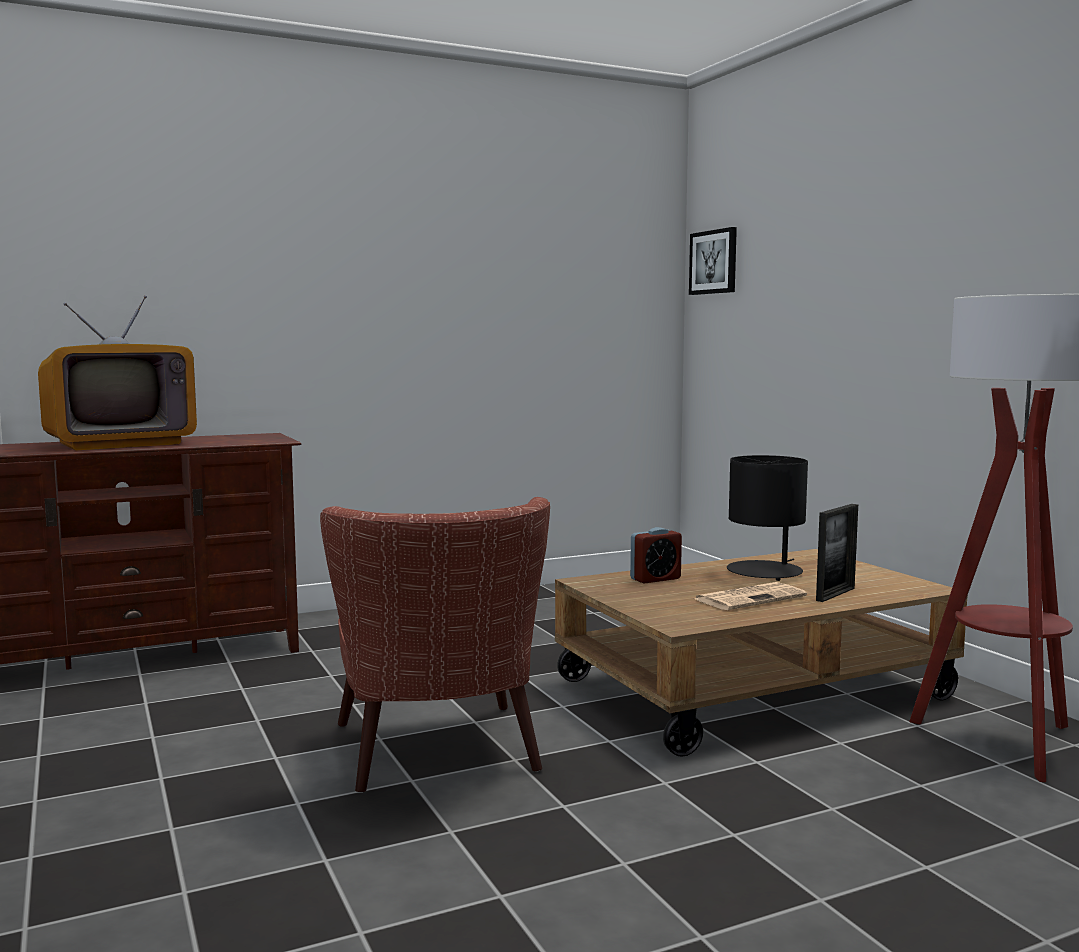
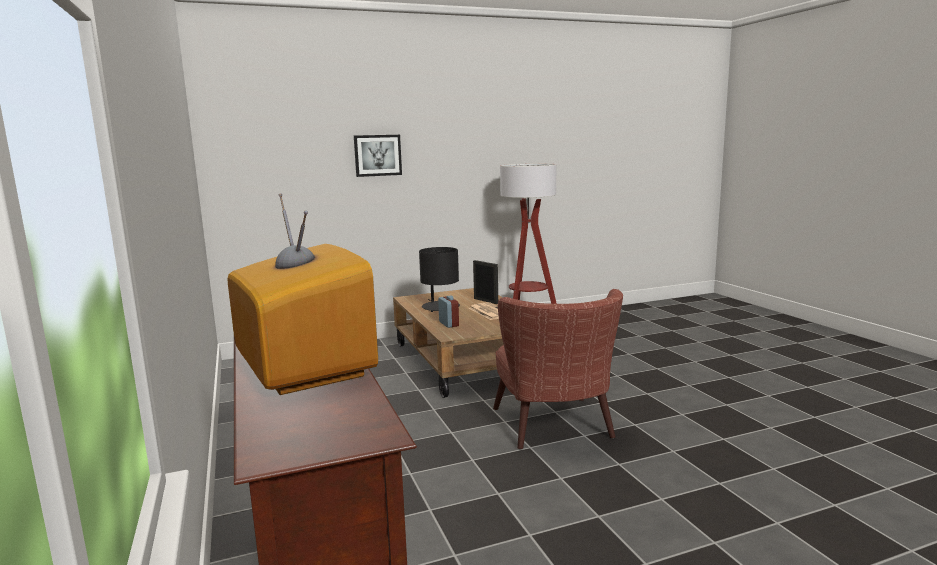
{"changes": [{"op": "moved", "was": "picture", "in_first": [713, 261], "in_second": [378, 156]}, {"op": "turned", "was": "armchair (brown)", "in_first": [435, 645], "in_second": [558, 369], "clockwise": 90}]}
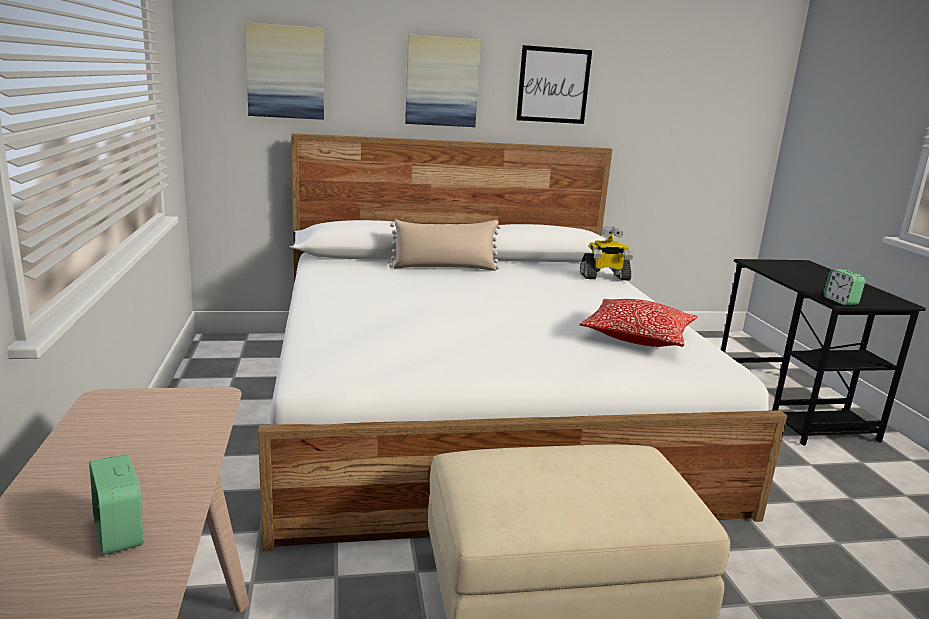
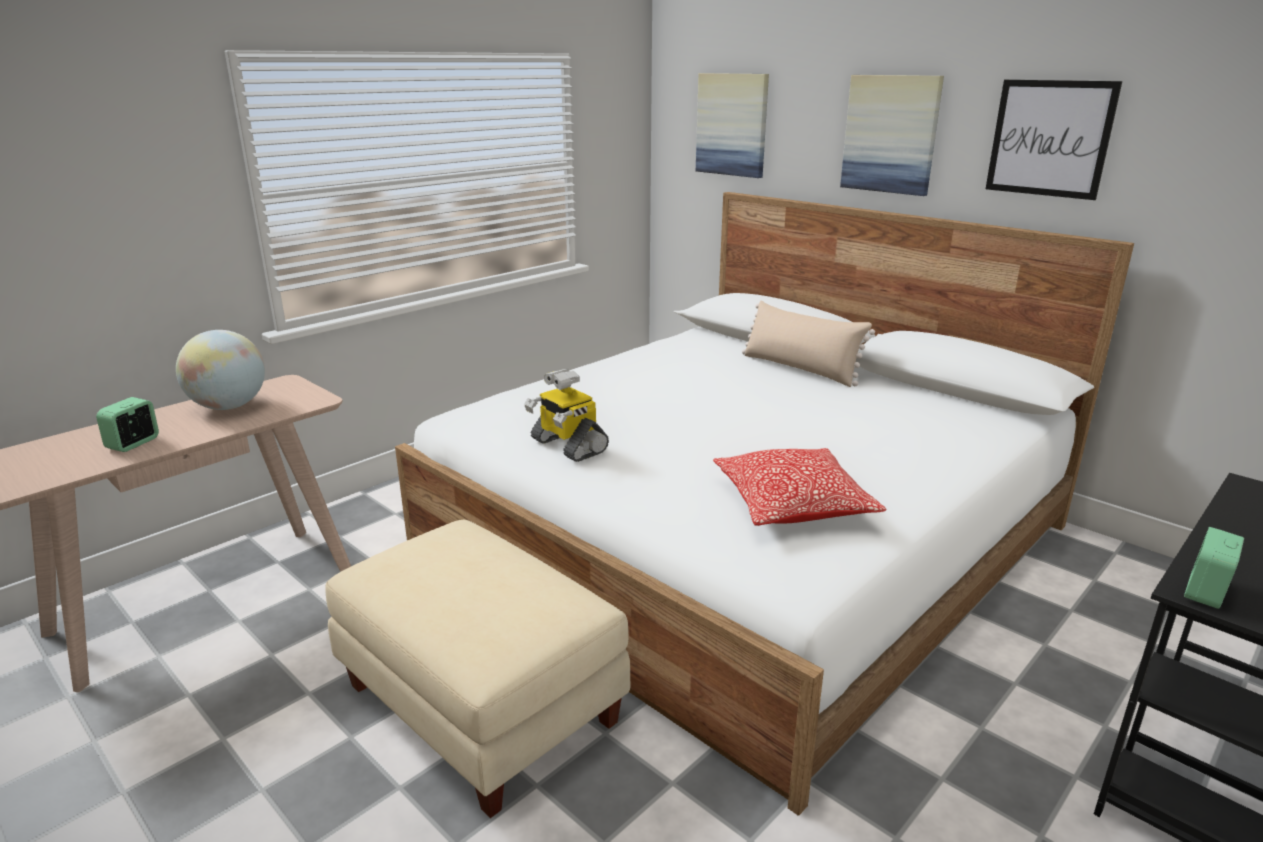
{"changes": [{"op": "added", "now": "globe", "in_second": [220, 370]}, {"op": "moved", "was": "toy robot", "in_first": [606, 253], "in_second": [566, 415]}]}
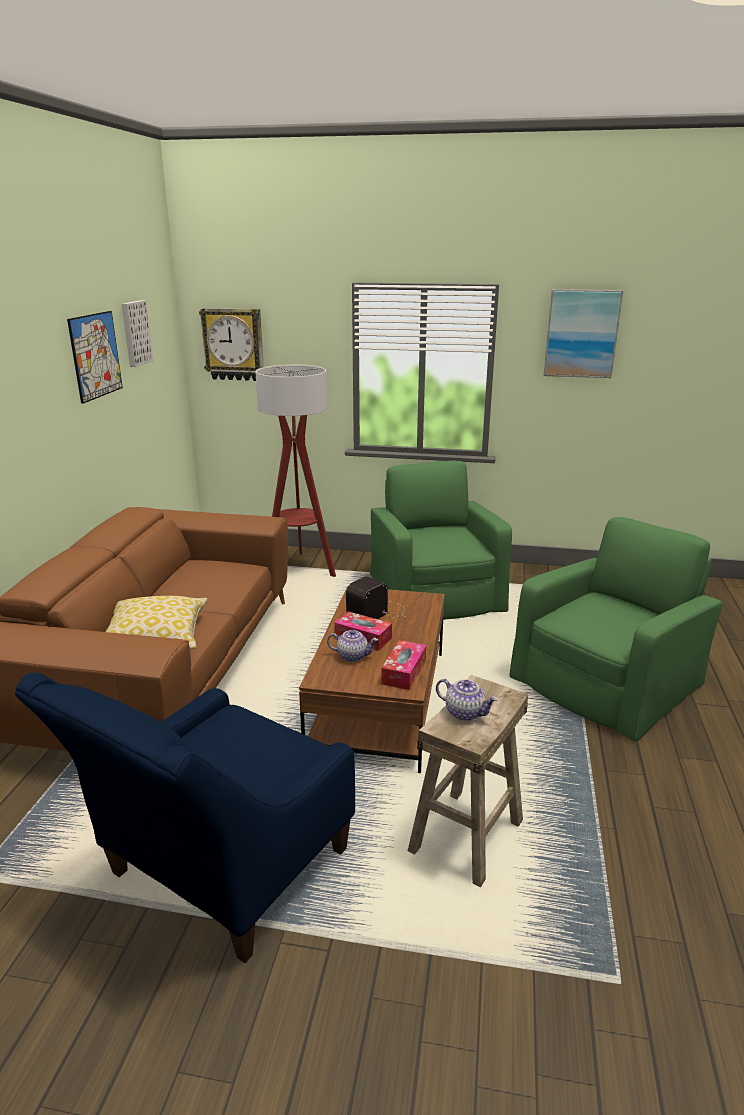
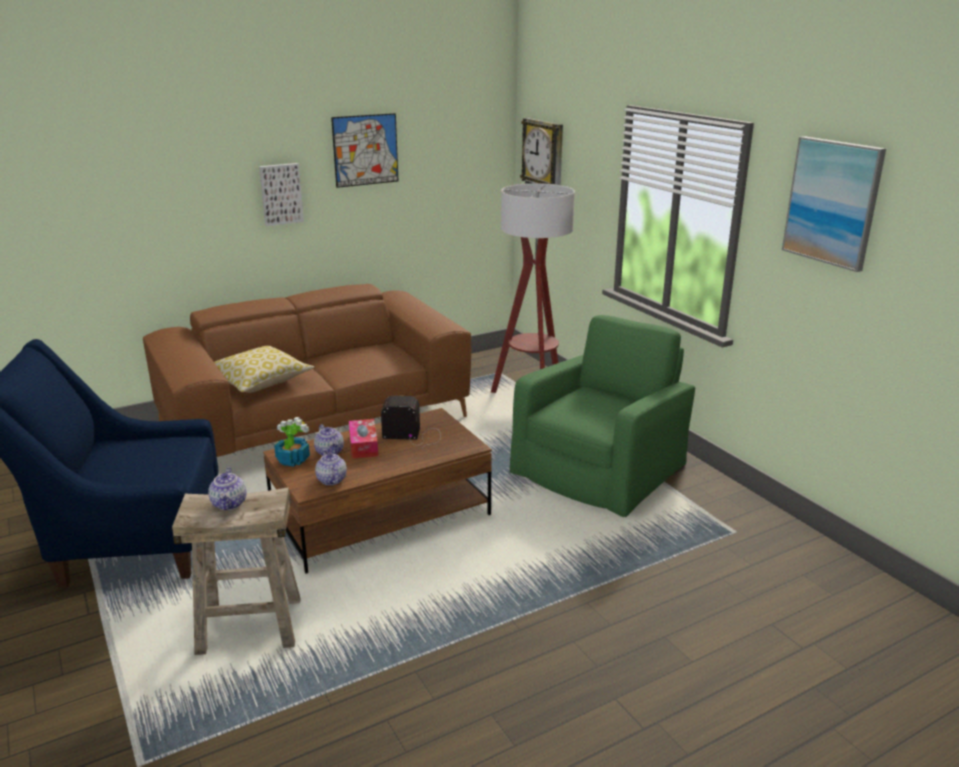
{"changes": [{"op": "removed", "was": "armchair (green)", "in_first": [615, 629]}, {"op": "added", "now": "potted plant", "in_second": [292, 442]}, {"op": "moved", "was": "picture", "in_first": [137, 333], "in_second": [281, 194]}, {"op": "replaced", "was": "tissue box", "now": "teapot", "in_first": [403, 665], "in_second": [331, 467]}]}
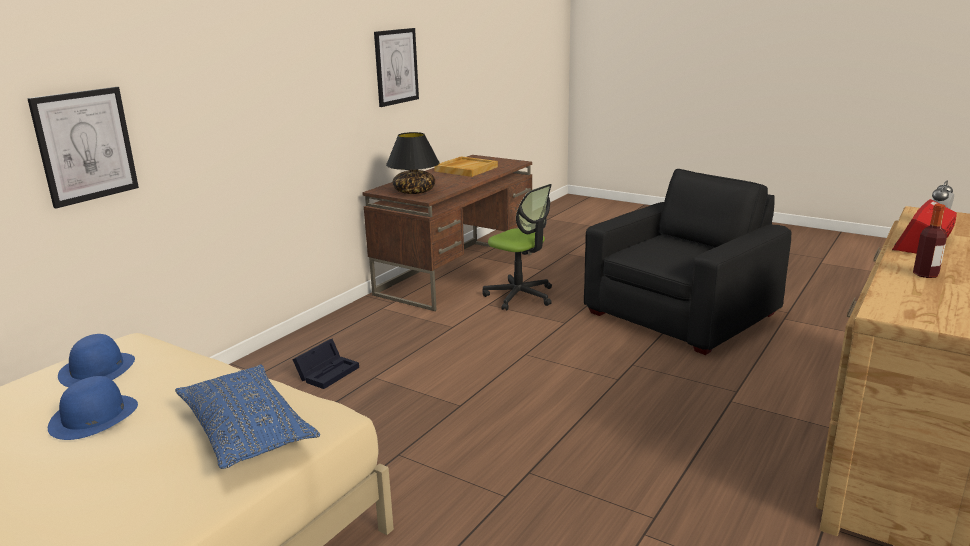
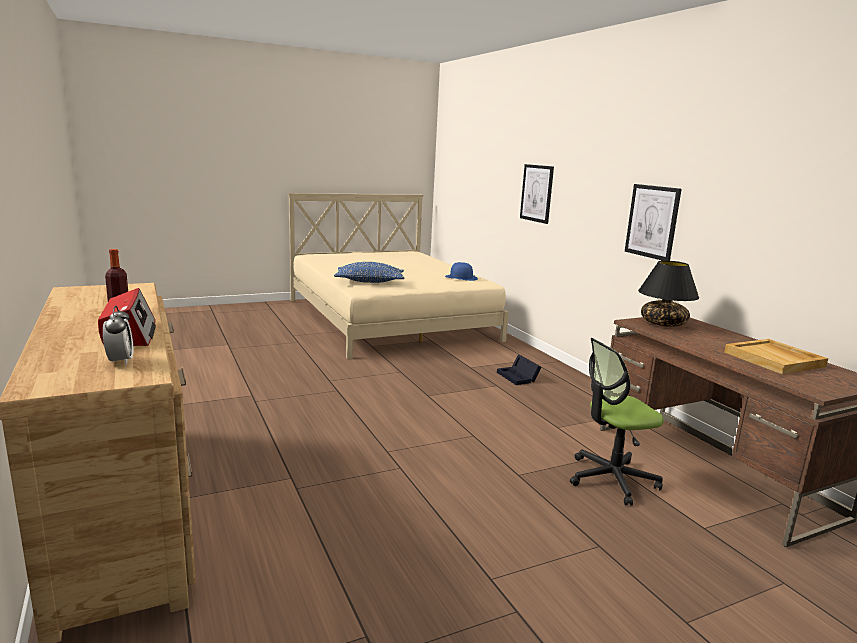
{"changes": [{"op": "removed", "was": "hat (blue)", "in_first": [93, 408]}, {"op": "removed", "was": "armchair (black)", "in_first": [687, 262]}, {"op": "moved", "was": "picture", "in_first": [396, 67], "in_second": [653, 222]}]}
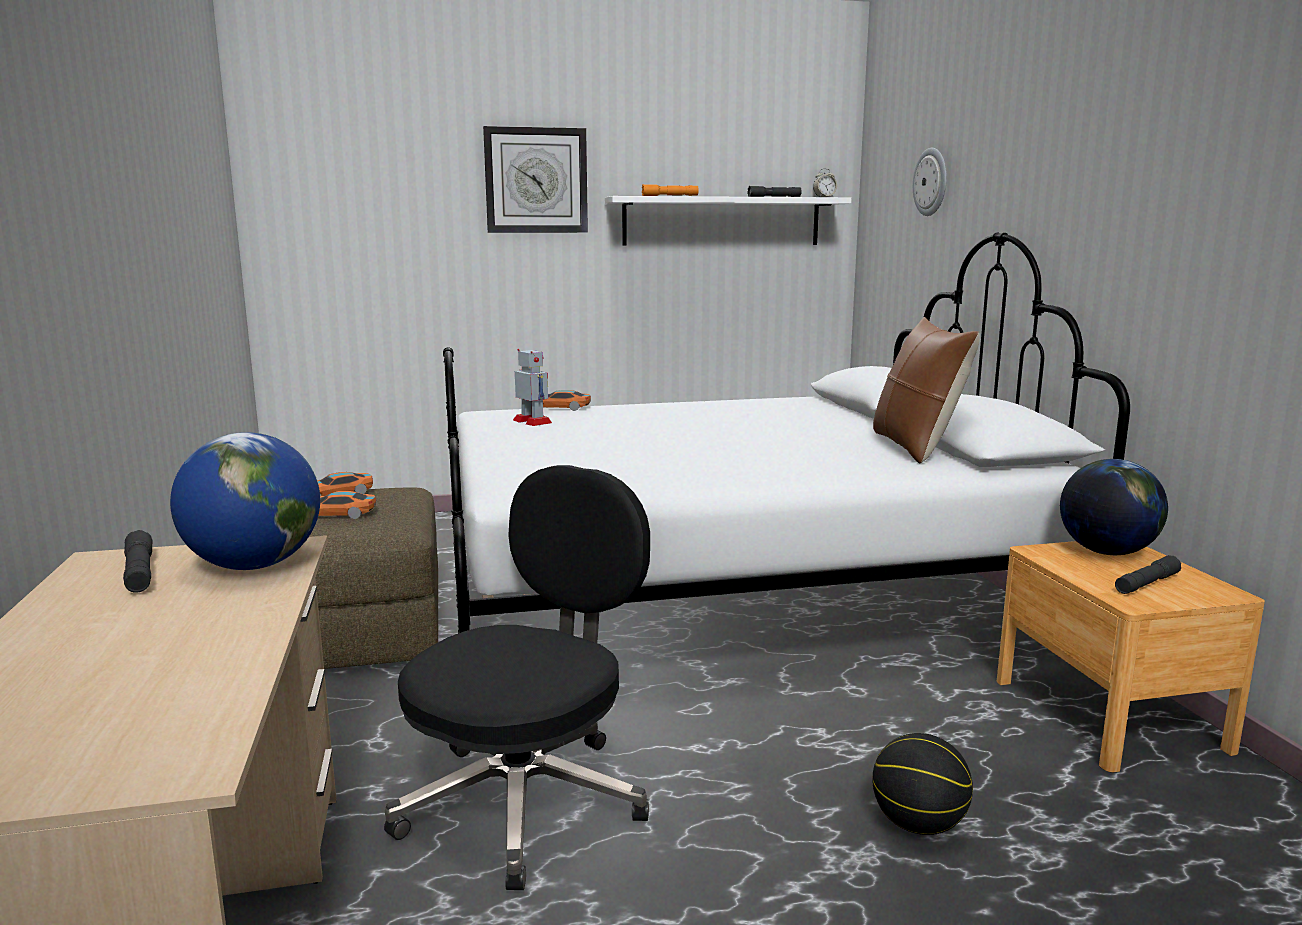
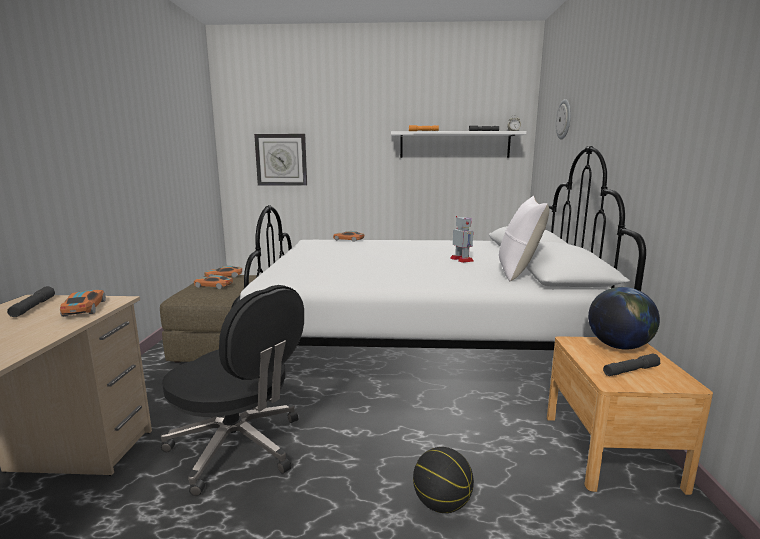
{"changes": [{"op": "moved", "was": "wall clock", "in_first": [535, 179], "in_second": [280, 160]}, {"op": "moved", "was": "toy robot", "in_first": [532, 387], "in_second": [462, 239]}, {"op": "replaced", "was": "globe", "now": "toy car", "in_first": [245, 501], "in_second": [83, 303]}, {"op": "recoloured", "was": "pillow (brown)", "now": "pillow (white)", "in_first": [926, 390], "in_second": [524, 238]}, {"op": "turned", "was": "office chair (black)", "in_first": [517, 677], "in_second": [232, 390], "clockwise": 75}]}
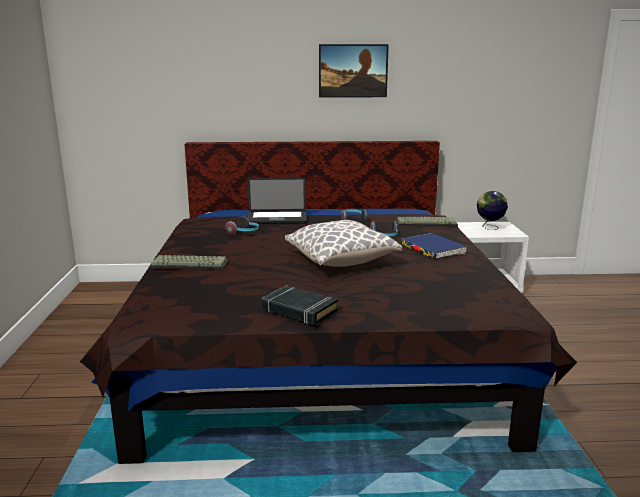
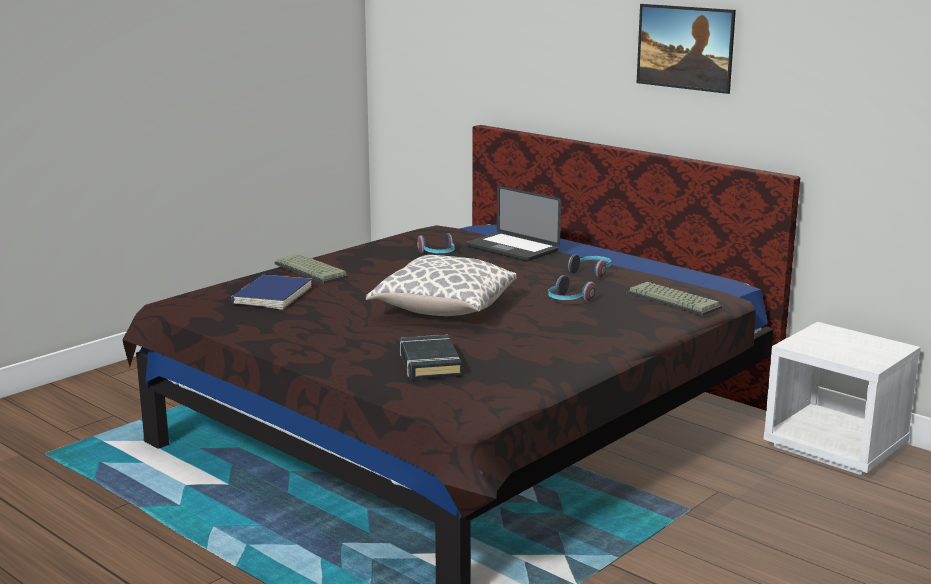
{"changes": [{"op": "removed", "was": "globe", "in_first": [492, 210]}, {"op": "moved", "was": "book (black)", "in_first": [299, 305], "in_second": [430, 357]}, {"op": "moved", "was": "book (blue)", "in_first": [434, 246], "in_second": [271, 292]}]}
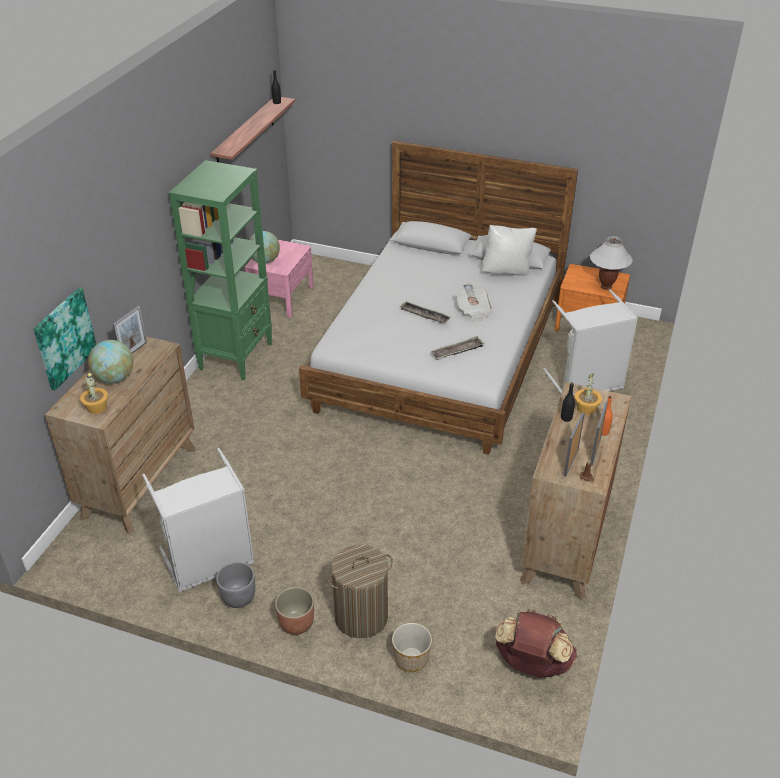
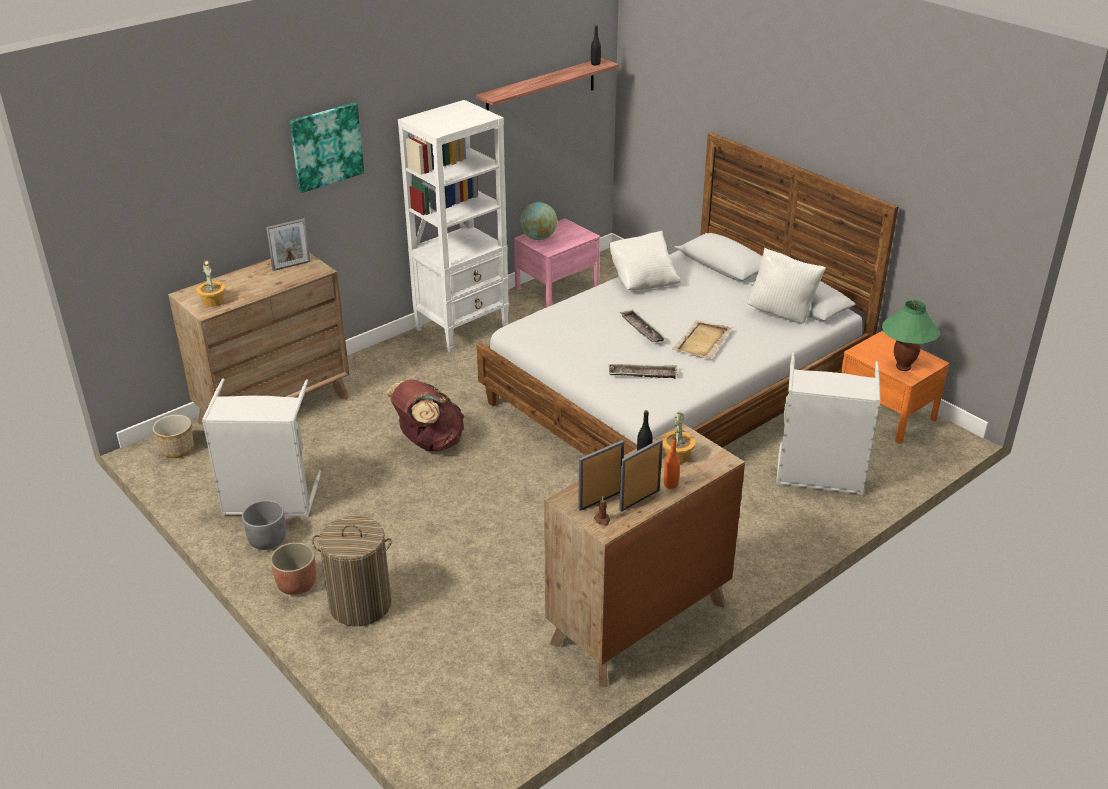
{"changes": [{"op": "removed", "was": "globe", "in_first": [111, 362]}, {"op": "added", "now": "pillow (white)", "in_second": [645, 261]}, {"op": "moved", "was": "picture", "in_first": [64, 339], "in_second": [327, 148]}, {"op": "moved", "was": "planter", "in_first": [412, 647], "in_second": [173, 436]}, {"op": "moved", "was": "backpack (brown)", "in_first": [536, 643], "in_second": [425, 415]}, {"op": "replaced", "was": "newspaper", "now": "tray (beige)", "in_first": [474, 302], "in_second": [702, 339]}, {"op": "recoloured", "was": "bookcase (green)", "now": "bookcase (white)", "in_first": [220, 270], "in_second": [453, 226]}, {"op": "recoloured", "was": "table lamp (white)", "now": "table lamp (green)", "in_first": [611, 263], "in_second": [911, 335]}]}
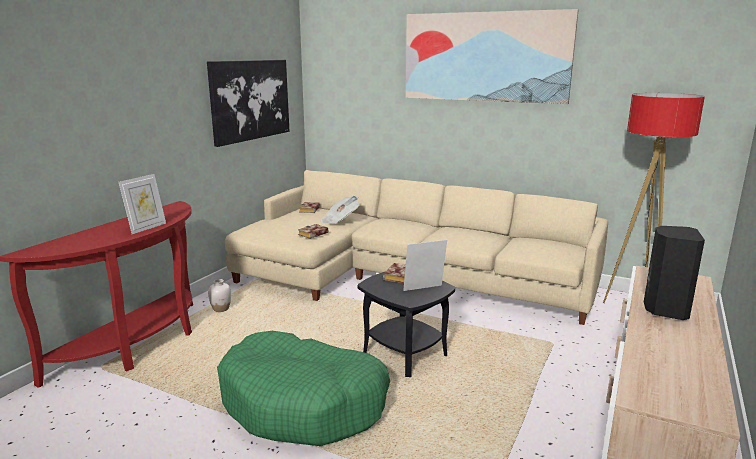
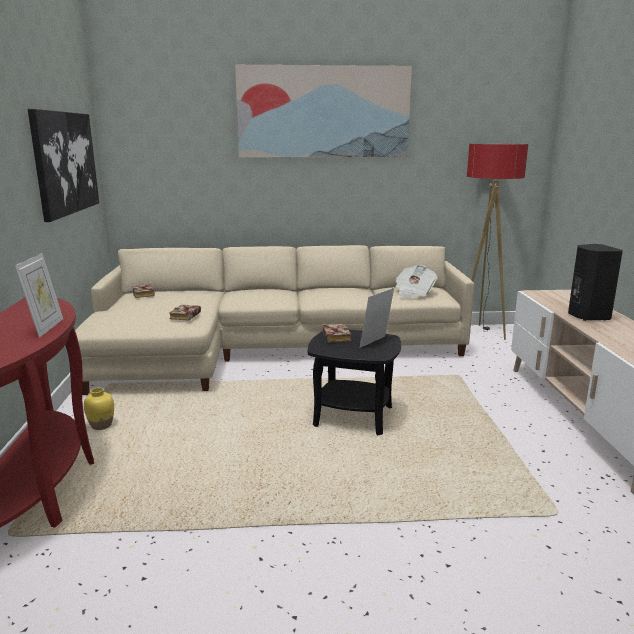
{"changes": [{"op": "removed", "was": "dog bed (green)", "in_first": [303, 388]}, {"op": "moved", "was": "newspaper", "in_first": [340, 210], "in_second": [416, 281]}, {"op": "recoloured", "was": "vase (white)", "now": "vase (yellow)", "in_first": [219, 295], "in_second": [99, 408]}]}
